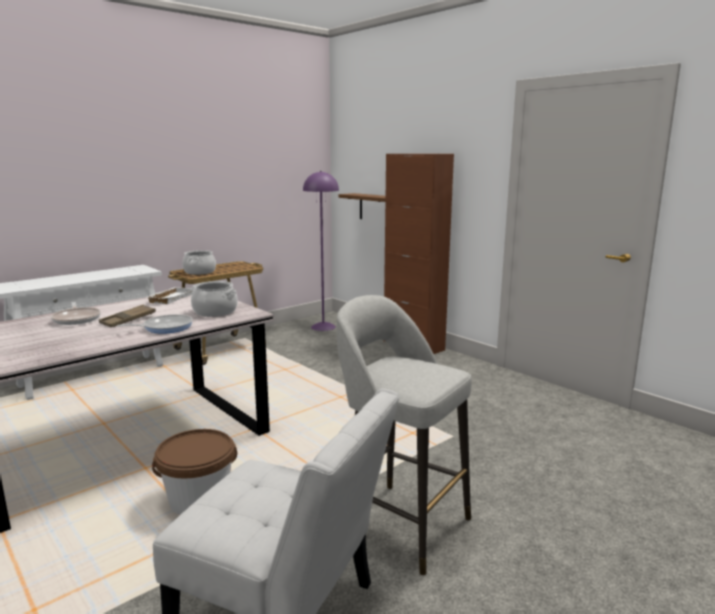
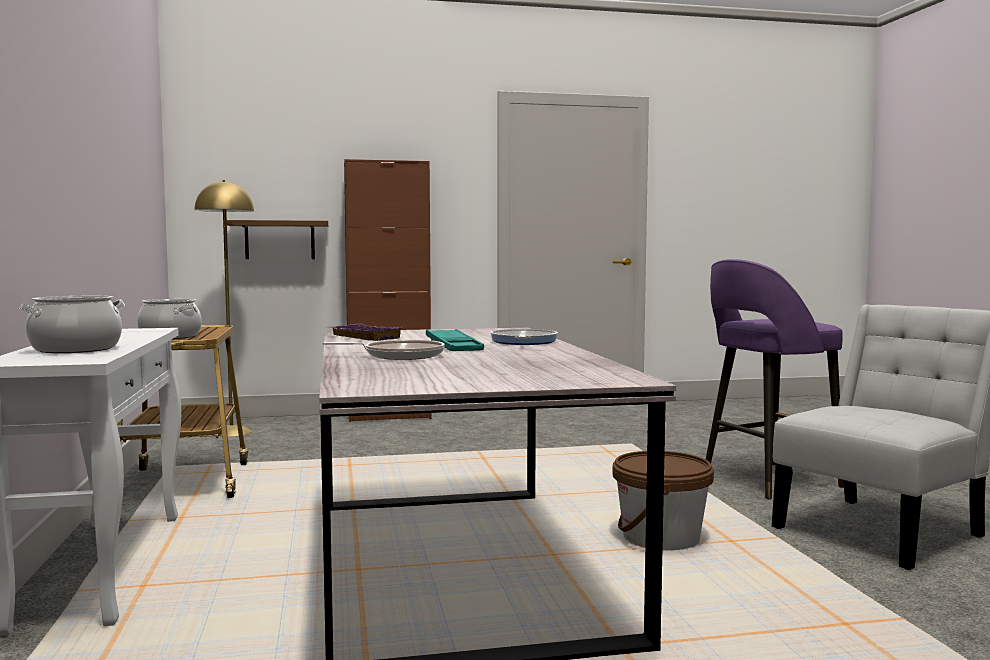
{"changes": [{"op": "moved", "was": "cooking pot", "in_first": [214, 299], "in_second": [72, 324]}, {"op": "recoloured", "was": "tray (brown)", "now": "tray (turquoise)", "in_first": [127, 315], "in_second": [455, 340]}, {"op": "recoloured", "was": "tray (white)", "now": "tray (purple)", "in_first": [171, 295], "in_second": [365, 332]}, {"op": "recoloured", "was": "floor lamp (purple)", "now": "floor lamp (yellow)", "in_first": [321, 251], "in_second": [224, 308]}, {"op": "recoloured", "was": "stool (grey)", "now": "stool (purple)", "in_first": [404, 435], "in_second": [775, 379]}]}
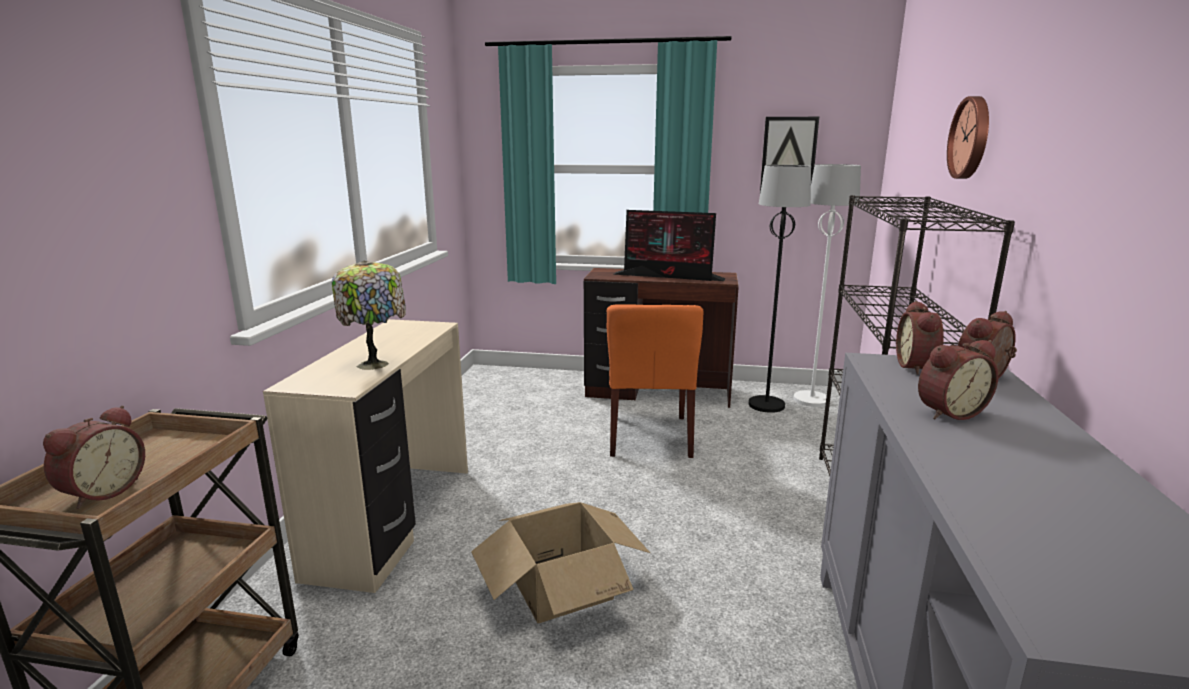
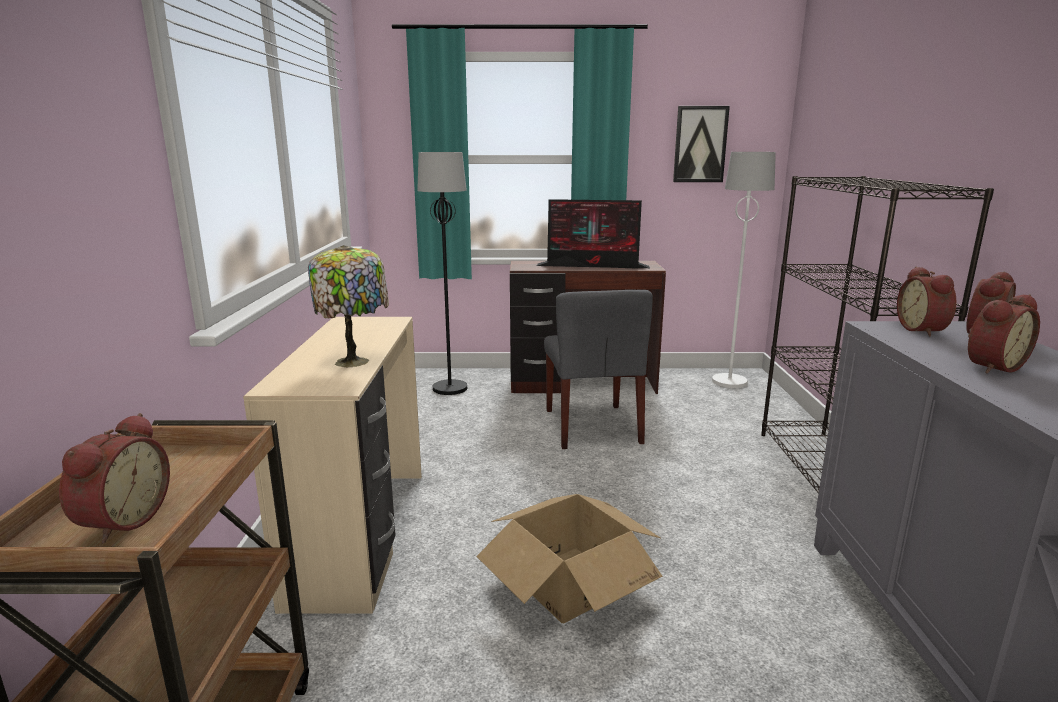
{"changes": [{"op": "removed", "was": "wall clock", "in_first": [968, 137]}, {"op": "moved", "was": "floor lamp (black)", "in_first": [780, 289], "in_second": [442, 273]}, {"op": "recoloured", "was": "chair (orange)", "now": "chair (grey)", "in_first": [655, 381], "in_second": [598, 369]}]}
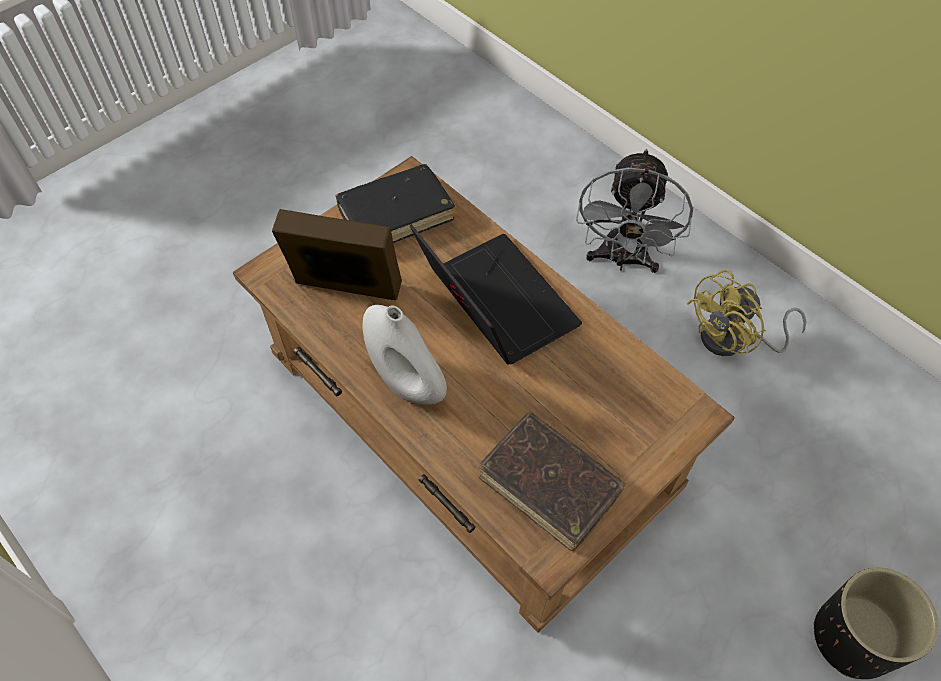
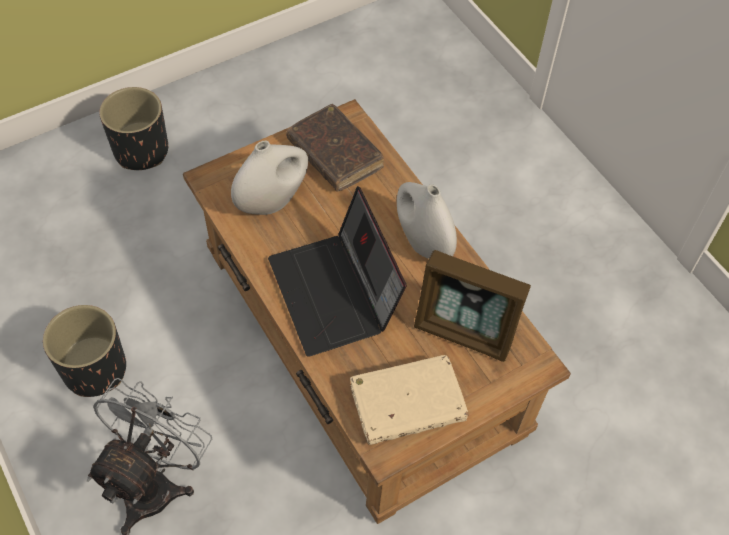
{"changes": [{"op": "added", "now": "vase (white)", "in_second": [269, 178]}, {"op": "replaced", "was": "fan (yellow)", "now": "planter (black)", "in_first": [747, 313], "in_second": [84, 351]}, {"op": "recoloured", "was": "book (black)", "now": "book (beige)", "in_first": [395, 203], "in_second": [409, 400]}]}
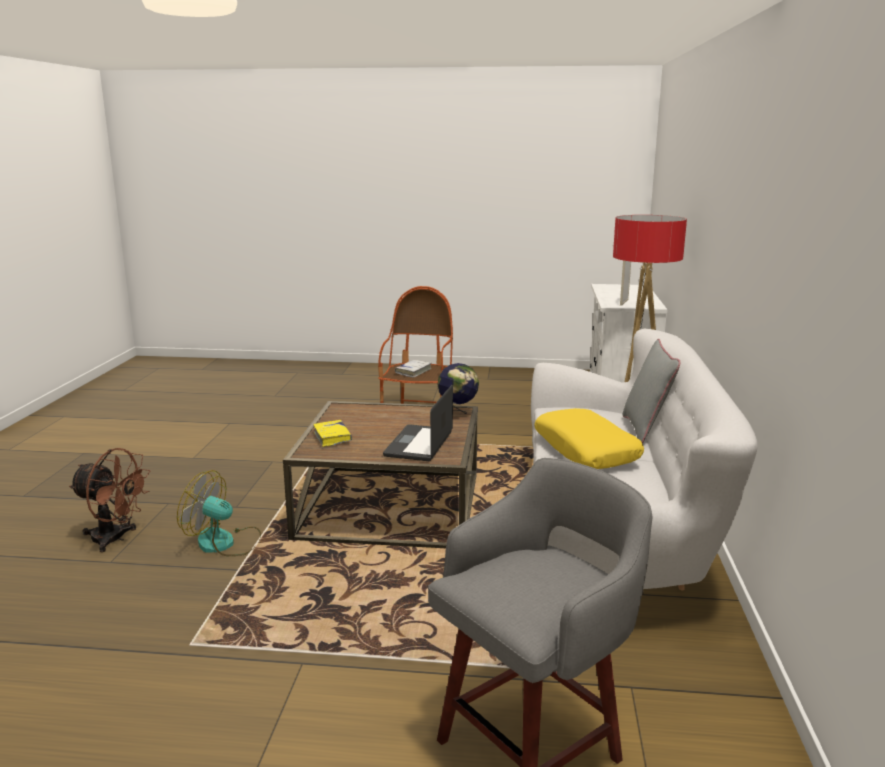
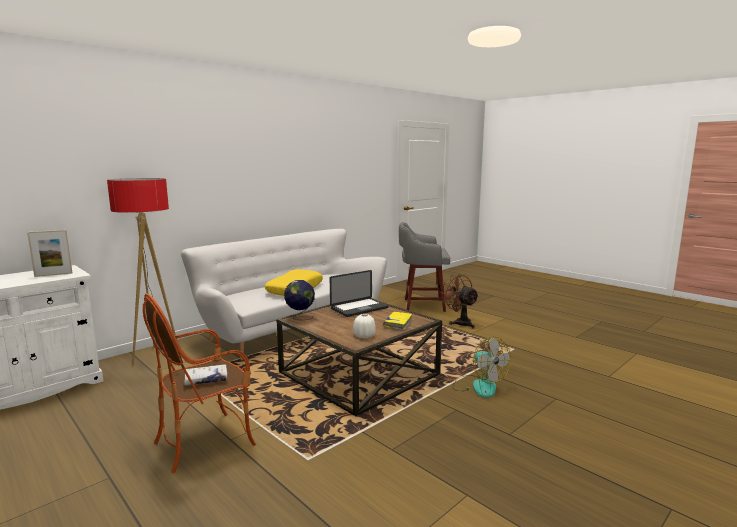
{"changes": [{"op": "removed", "was": "pillow (grey)", "in_first": [652, 391]}, {"op": "added", "now": "vase (white)", "in_second": [364, 326]}, {"op": "moved", "was": "fan (brown)", "in_first": [110, 500], "in_second": [459, 301]}]}
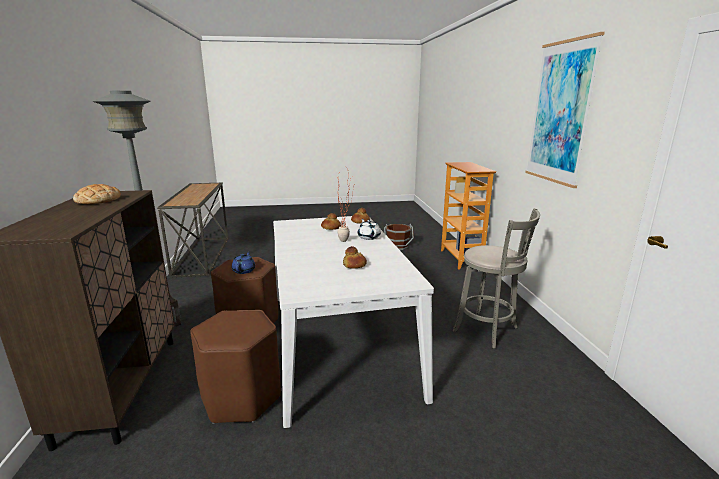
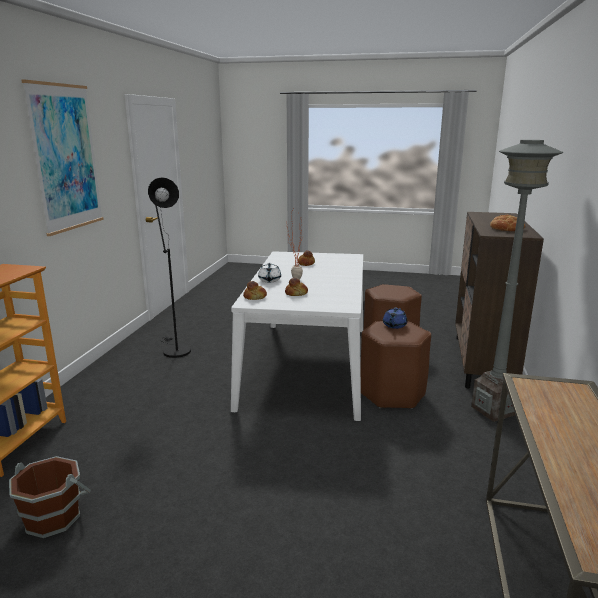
{"changes": [{"op": "replaced", "was": "stool (grey)", "now": "floor lamp (black)", "in_first": [496, 278], "in_second": [169, 267]}]}
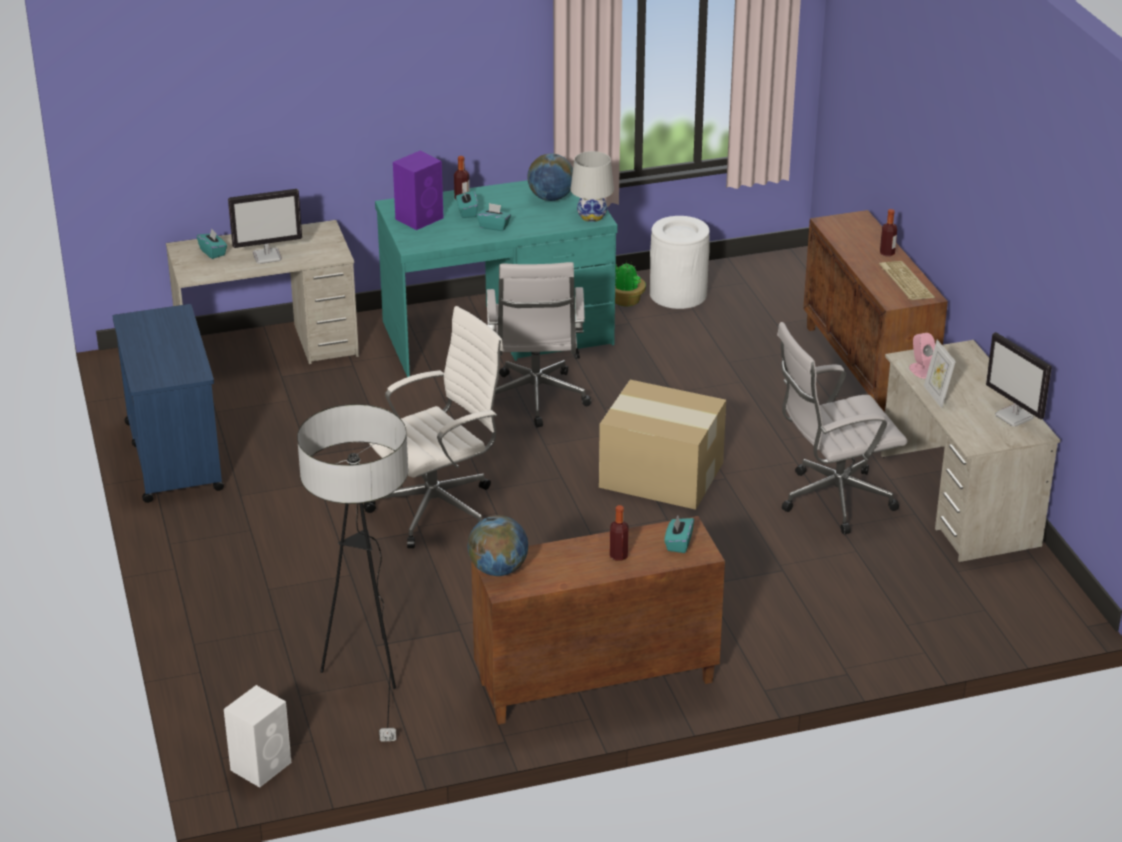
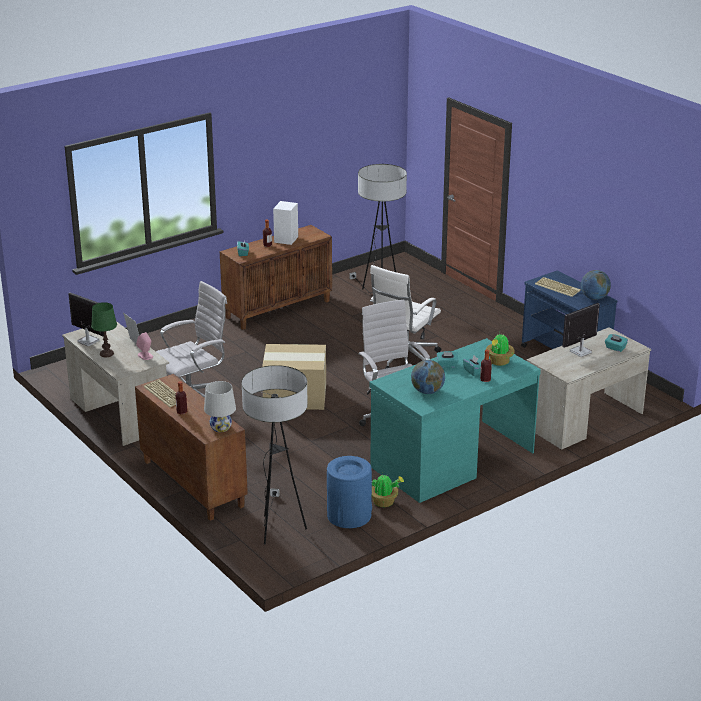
{"changes": [{"op": "added", "now": "table lamp (green)", "in_second": [104, 329]}, {"op": "added", "now": "floor lamp", "in_second": [275, 455]}, {"op": "added", "now": "keyboard", "in_second": [558, 287]}, {"op": "moved", "was": "speaker (white)", "in_first": [257, 736], "in_second": [285, 223]}, {"op": "moved", "was": "globe", "in_first": [498, 545], "in_second": [596, 285]}, {"op": "moved", "was": "table lamp (white)", "in_first": [592, 186], "in_second": [220, 406]}, {"op": "replaced", "was": "speaker (purple)", "now": "potted plant", "in_first": [418, 190], "in_second": [500, 350]}, {"op": "recoloured", "was": "trash can (white)", "now": "trash can (blue)", "in_first": [680, 262], "in_second": [349, 492]}]}
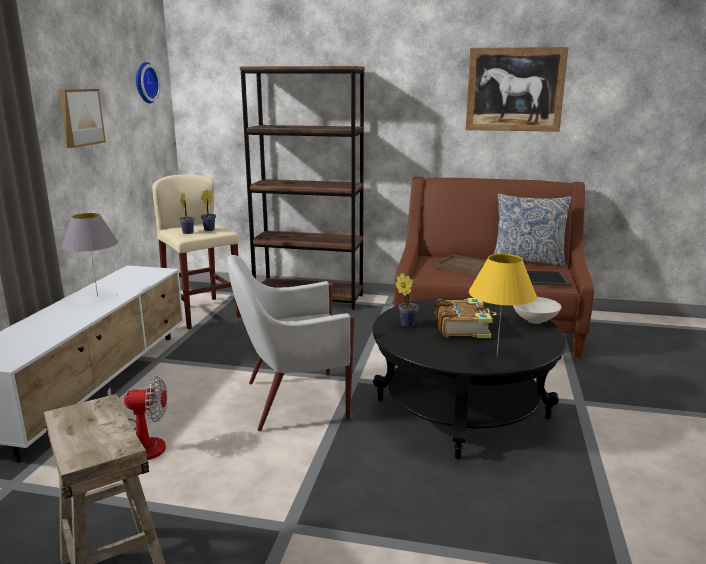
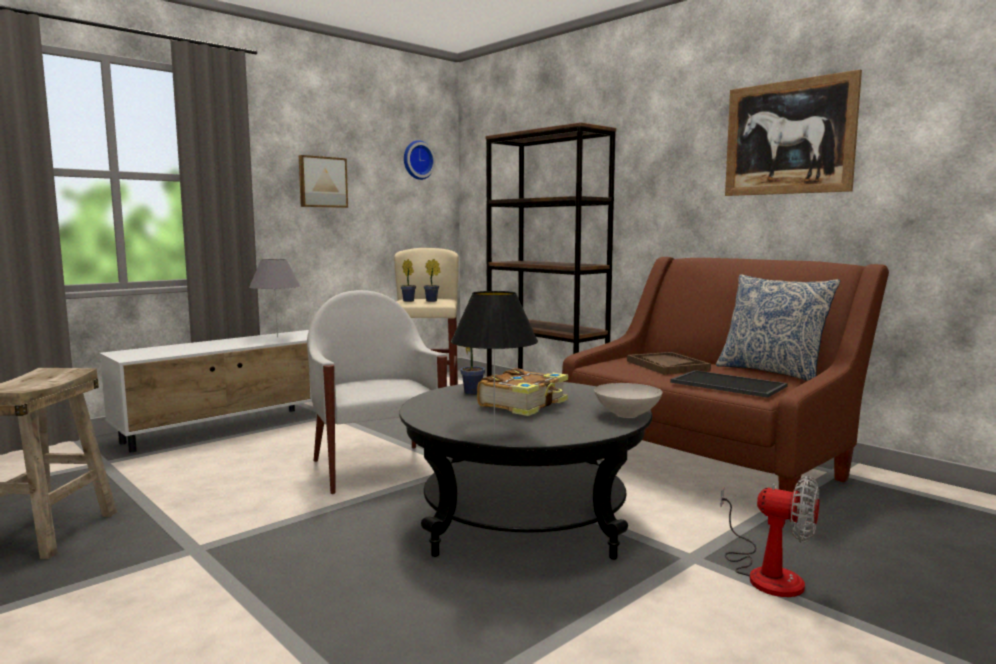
{"changes": [{"op": "moved", "was": "fan", "in_first": [137, 418], "in_second": [769, 536]}, {"op": "recoloured", "was": "table lamp (yellow)", "now": "table lamp (black)", "in_first": [503, 305], "in_second": [494, 360]}, {"op": "turned", "was": "armchair (white)", "in_first": [291, 343], "in_second": [377, 392], "clockwise": 45}]}
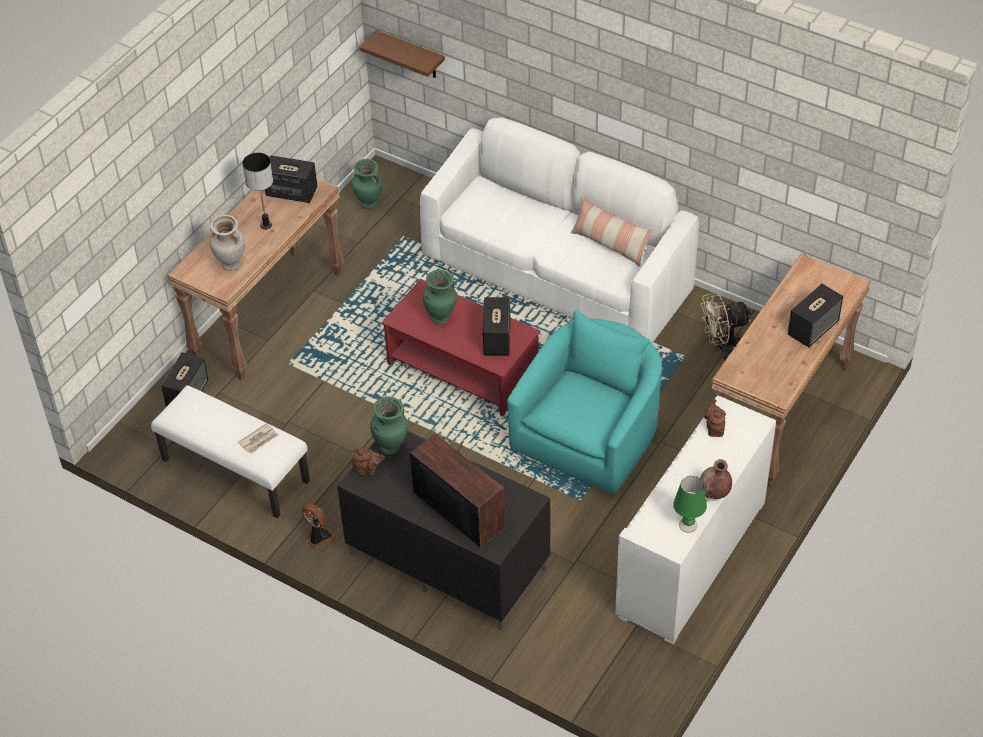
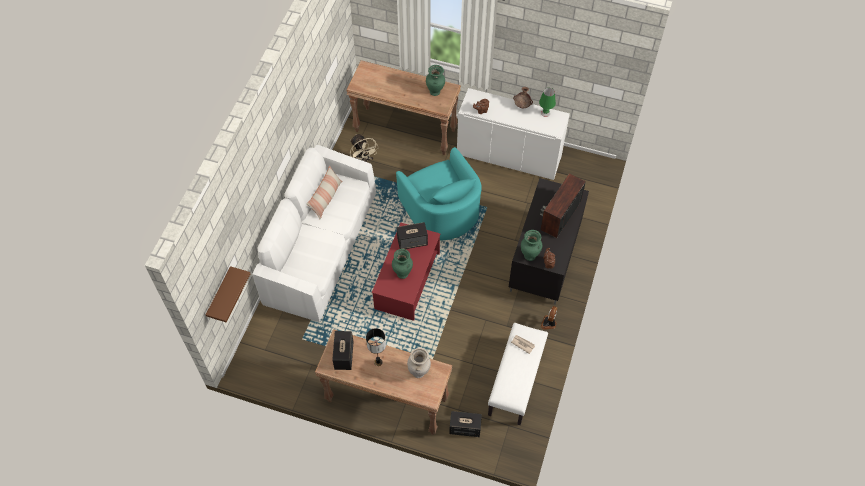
{"changes": [{"op": "removed", "was": "speaker", "in_first": [815, 315]}, {"op": "moved", "was": "vase (green)", "in_first": [367, 184], "in_second": [435, 80]}, {"op": "turned", "was": "armchair (turquoise)", "in_first": [584, 402], "in_second": [439, 194], "clockwise": -135}]}
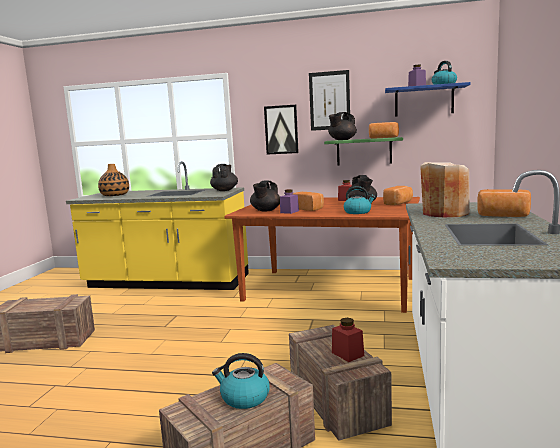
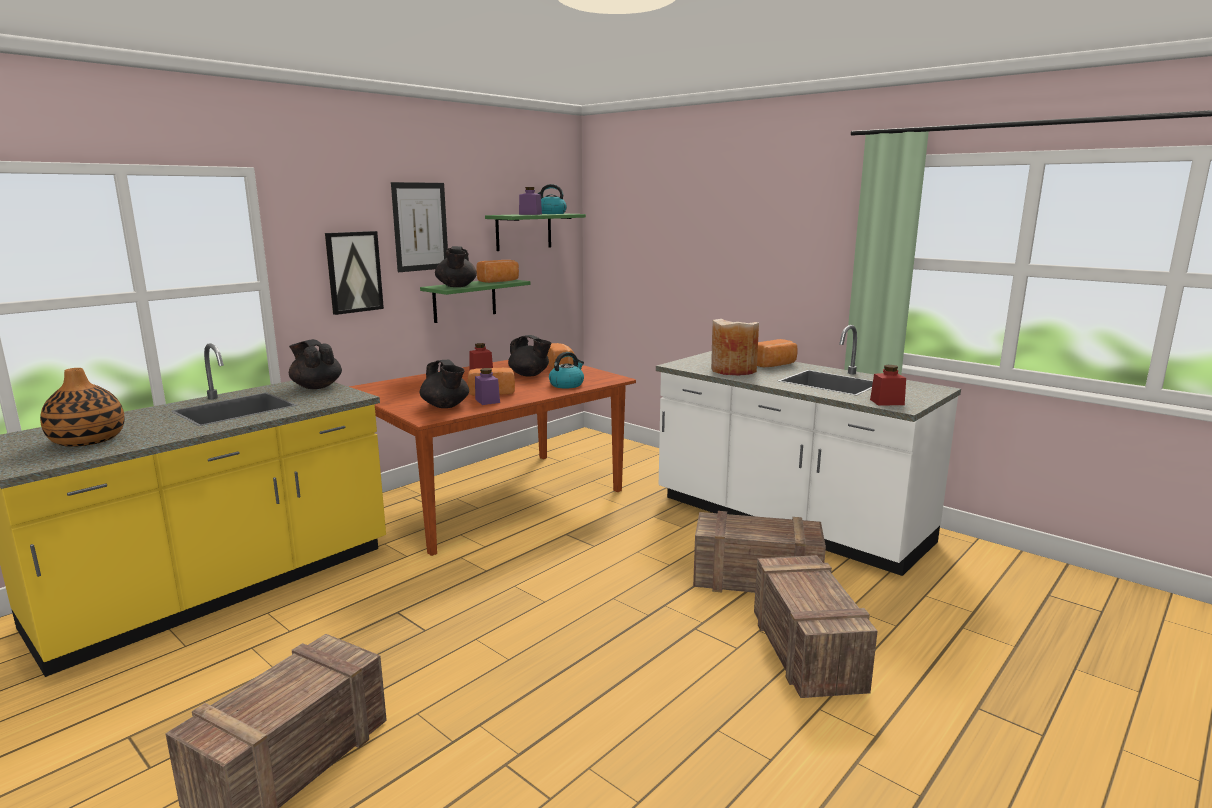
{"changes": [{"op": "removed", "was": "kettle", "in_first": [241, 381]}, {"op": "moved", "was": "jar (red)", "in_first": [348, 340], "in_second": [888, 385]}, {"op": "recoloured", "was": "shelf (blue)", "now": "shelf (green)", "in_first": [428, 99], "in_second": [535, 232]}]}
